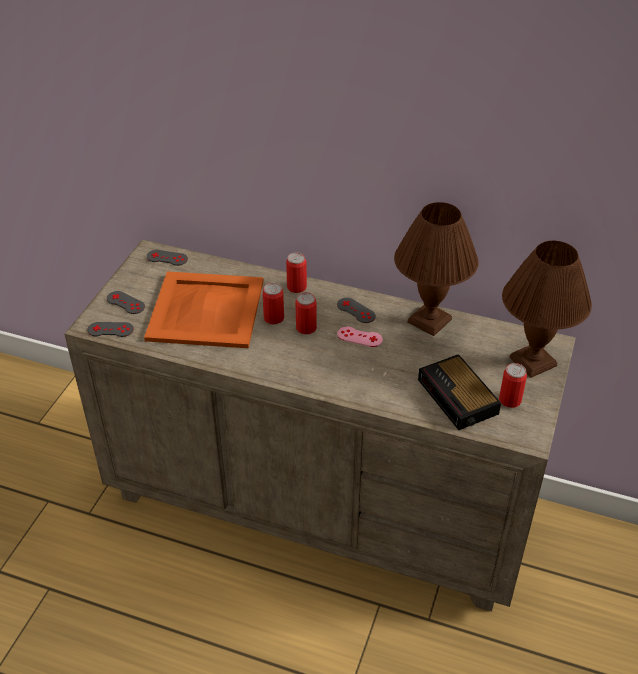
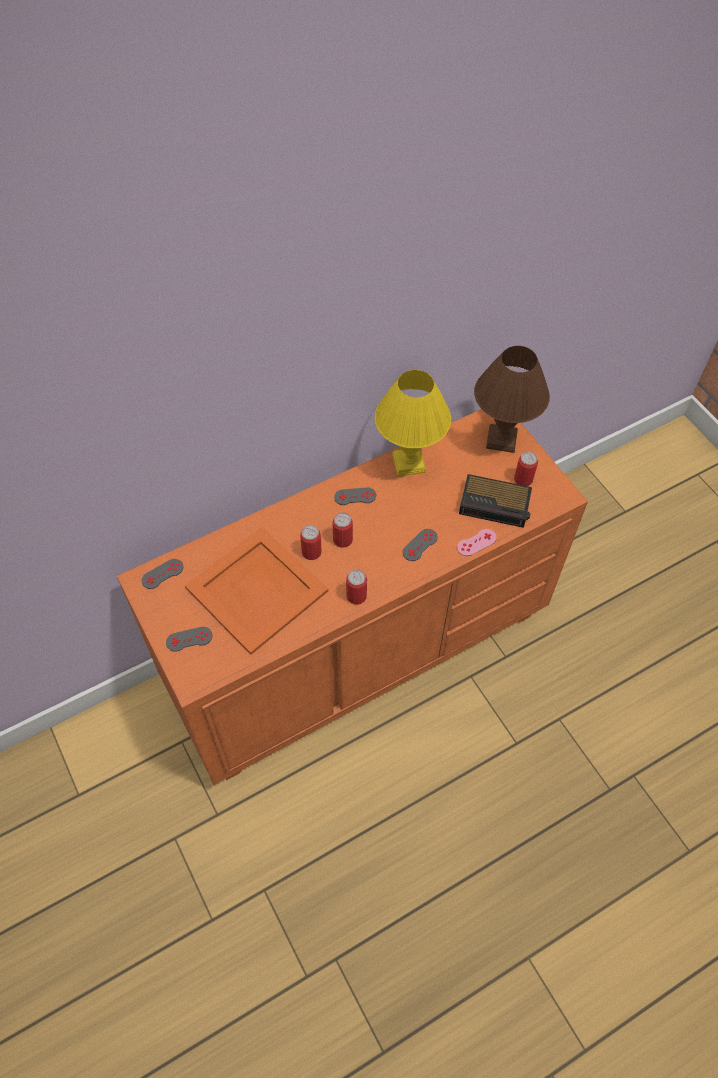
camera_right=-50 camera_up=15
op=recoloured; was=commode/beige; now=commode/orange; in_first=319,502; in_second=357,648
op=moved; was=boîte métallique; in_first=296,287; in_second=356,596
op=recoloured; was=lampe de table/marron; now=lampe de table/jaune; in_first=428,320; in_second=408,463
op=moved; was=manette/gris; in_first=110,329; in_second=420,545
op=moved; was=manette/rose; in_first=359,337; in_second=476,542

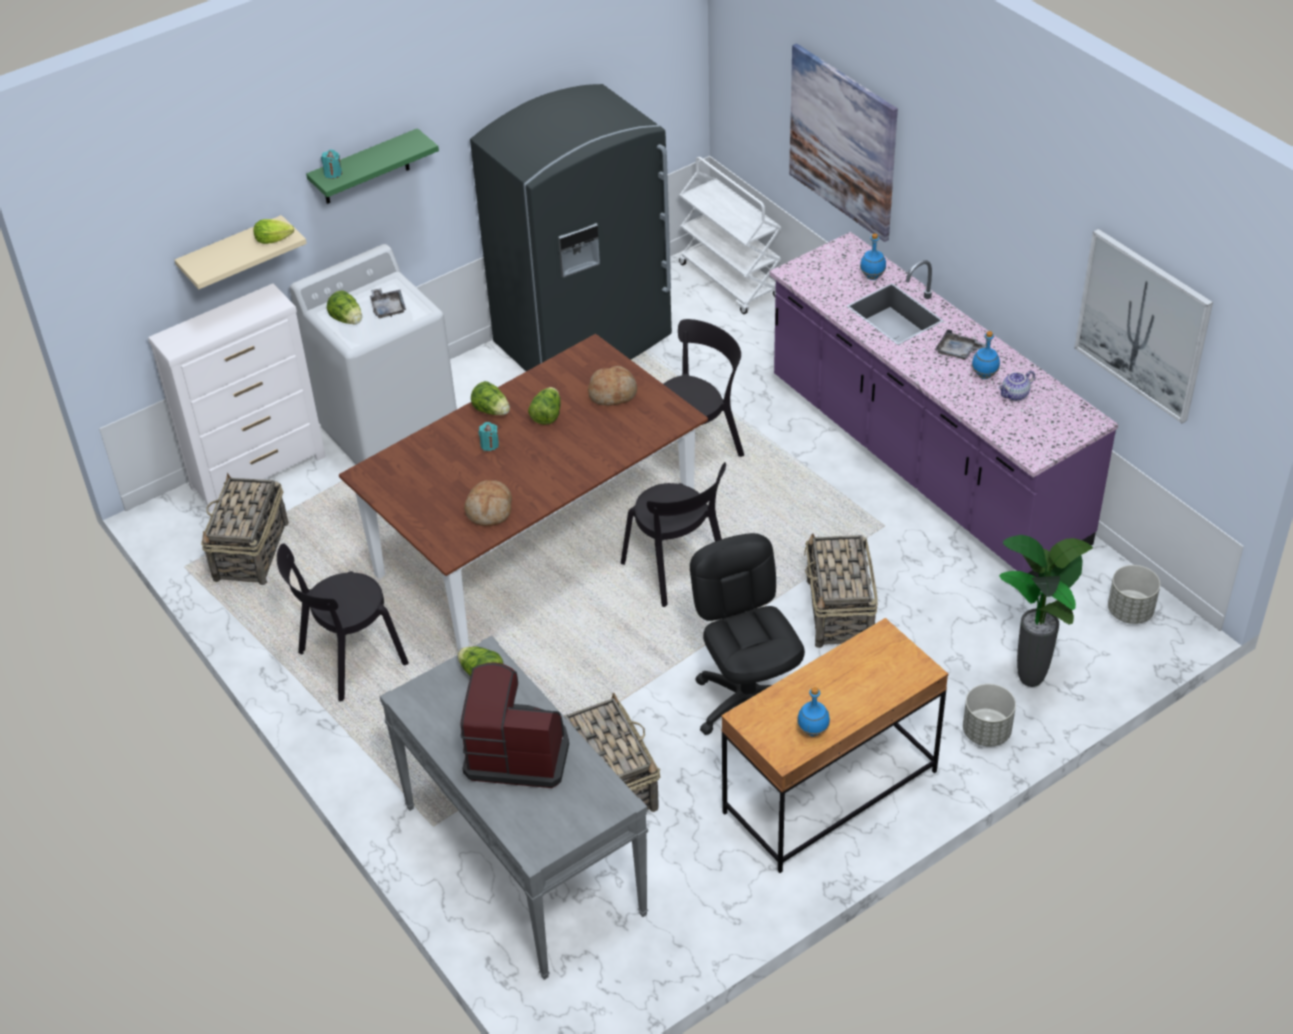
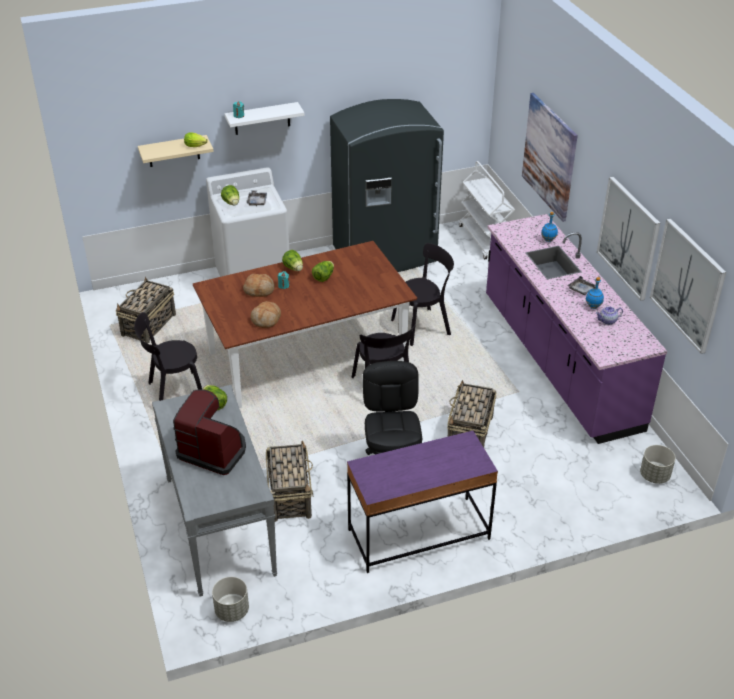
camera_right=15 camera_up=-5
op=moved; was=cache-pot/gris; in_first=986,732; in_second=231,611
op=recoloured; was=étagère/vert; now=étagère/blanc; in_first=365,168; in_second=262,118
op=moved; was=pain; in_first=613,393; in_second=259,290
op=recoloured; was=bureau/marron; now=bureau/violet; in_first=829,792; in_second=418,534
op=added; now=tableau; in_second=628,238
op=removed; was=commode/blanc; in_first=259,472
op=removed; was=bouteille/bleu; in_first=813,730
op=removed; was=plante en pot; in_first=1028,679

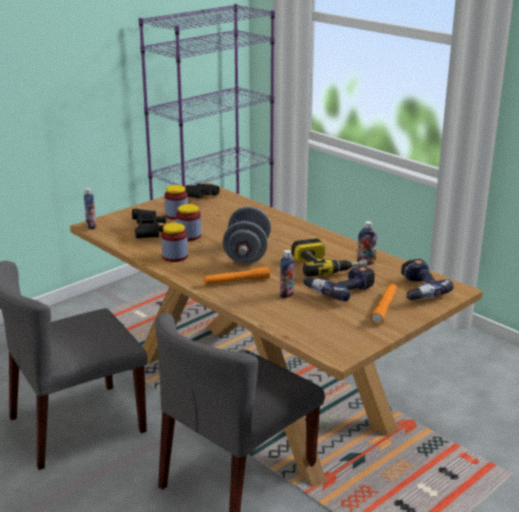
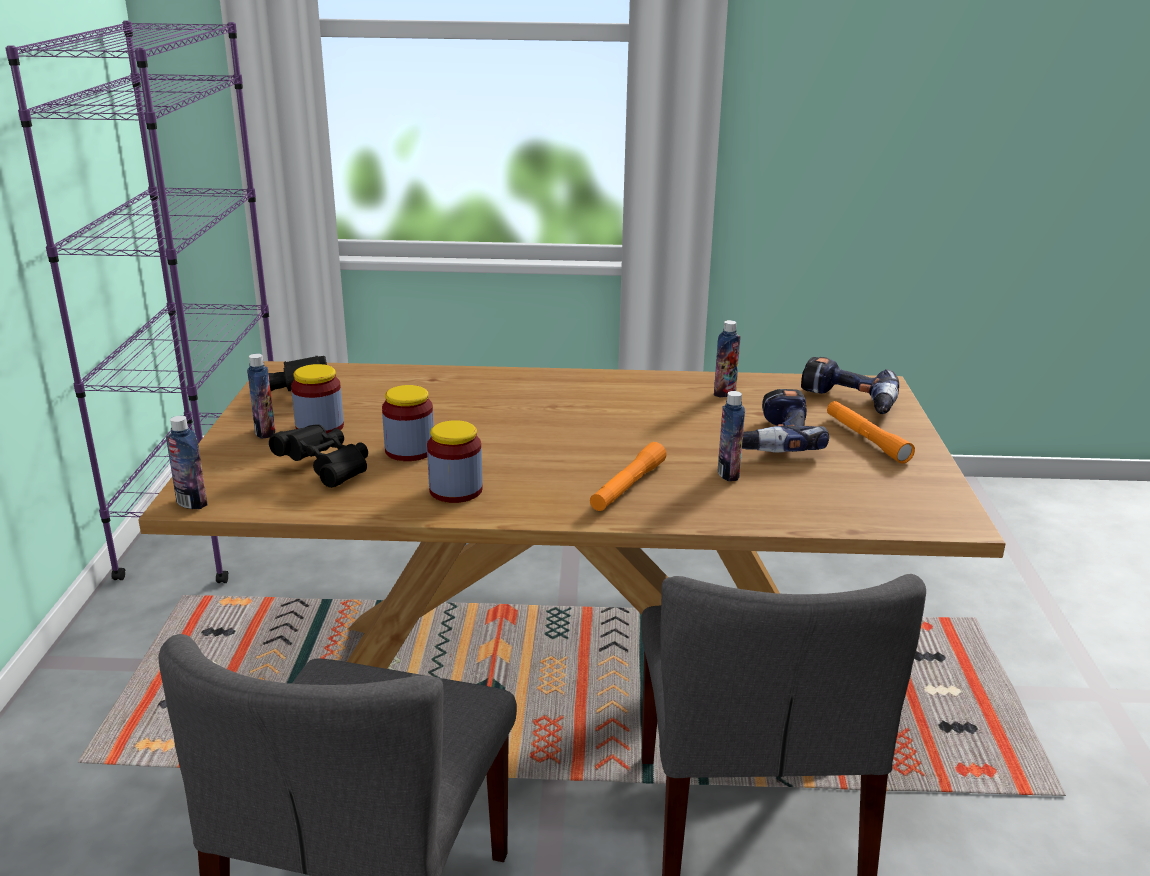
camera_right=-45 camera_up=0
op=added; now=bouteille; in_second=265,432
op=removed; was=haltère/gris; in_first=247,254
op=removed; was=perceuse; in_first=327,266

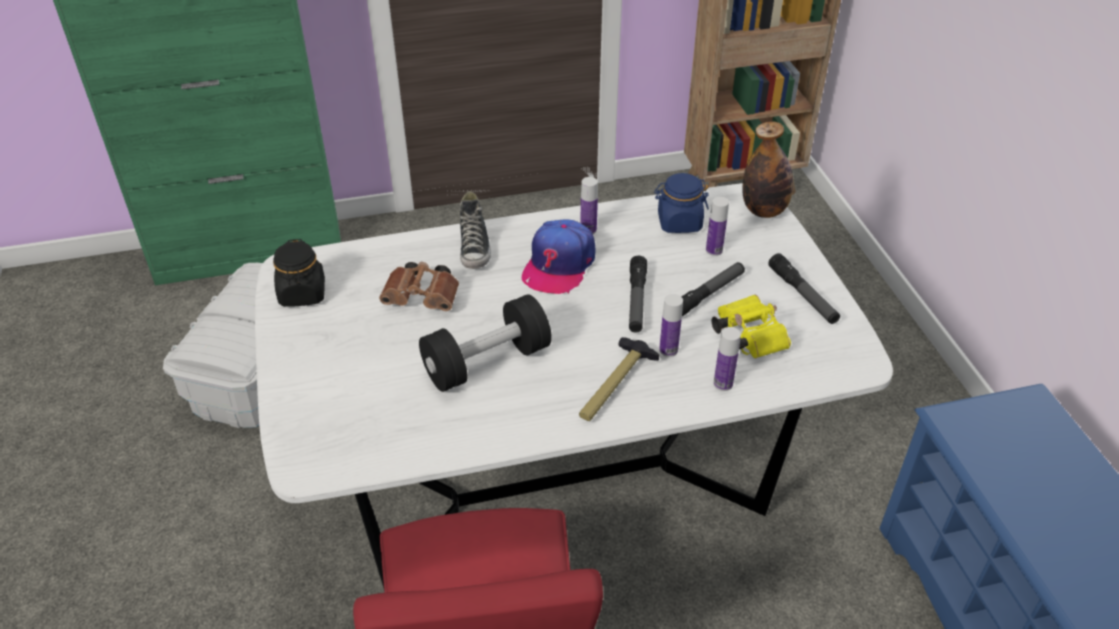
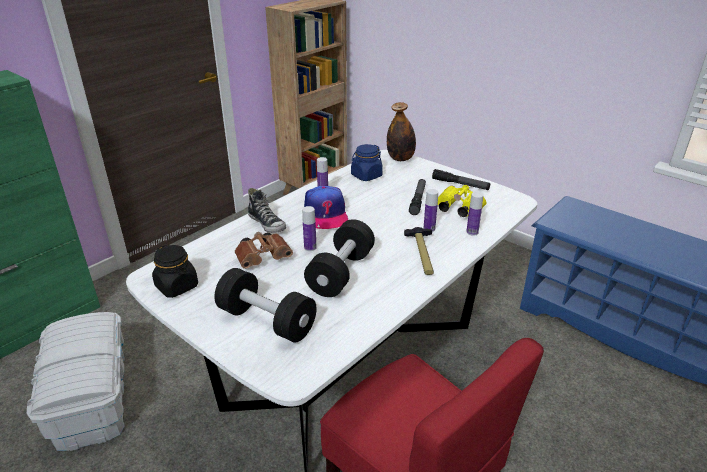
camera_right=-35 camera_up=-10
op=added; now=haltère/noir; in_second=267,321
op=moved; was=bouteille; in_first=714,250; in_second=310,247
op=removed; was=lampe de poche; in_first=636,300

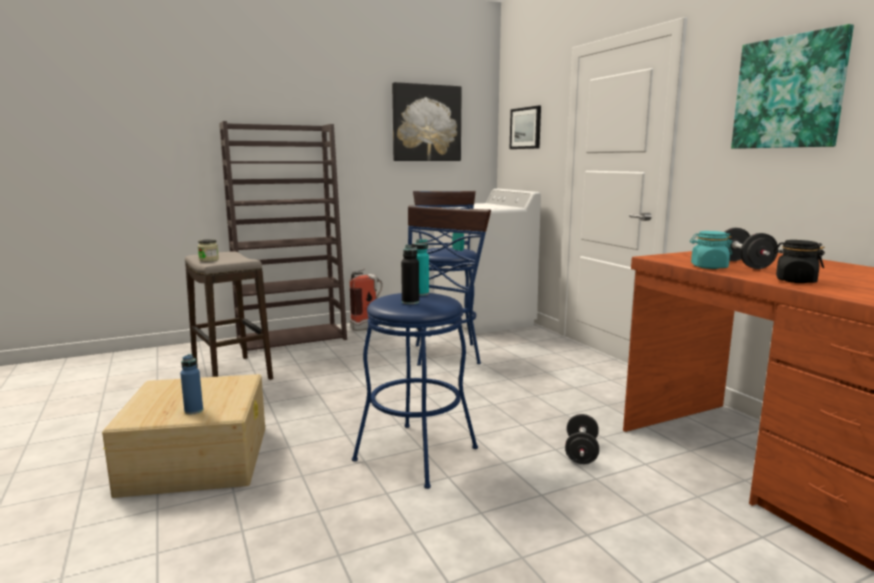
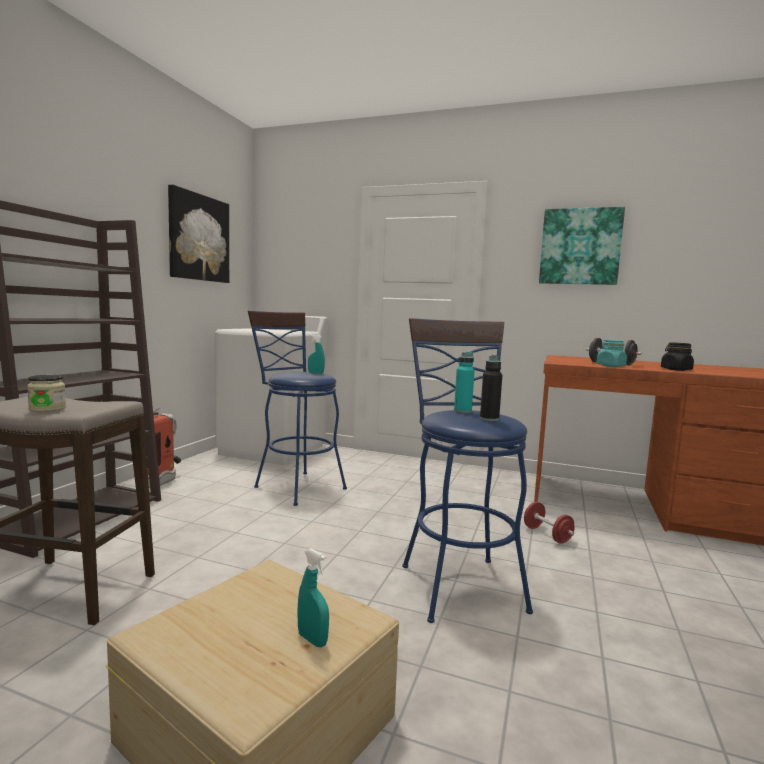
camera_right=-45 camera_up=-5
op=replaced; was=bouteille/bleu; now=vaporisateur/turquoise; in_first=193,411; in_second=312,639
op=recoloured; was=haltère/noir; now=haltère/rouge; in_first=581,452; in_second=547,535
op=removed; was=tableau; in_first=526,128

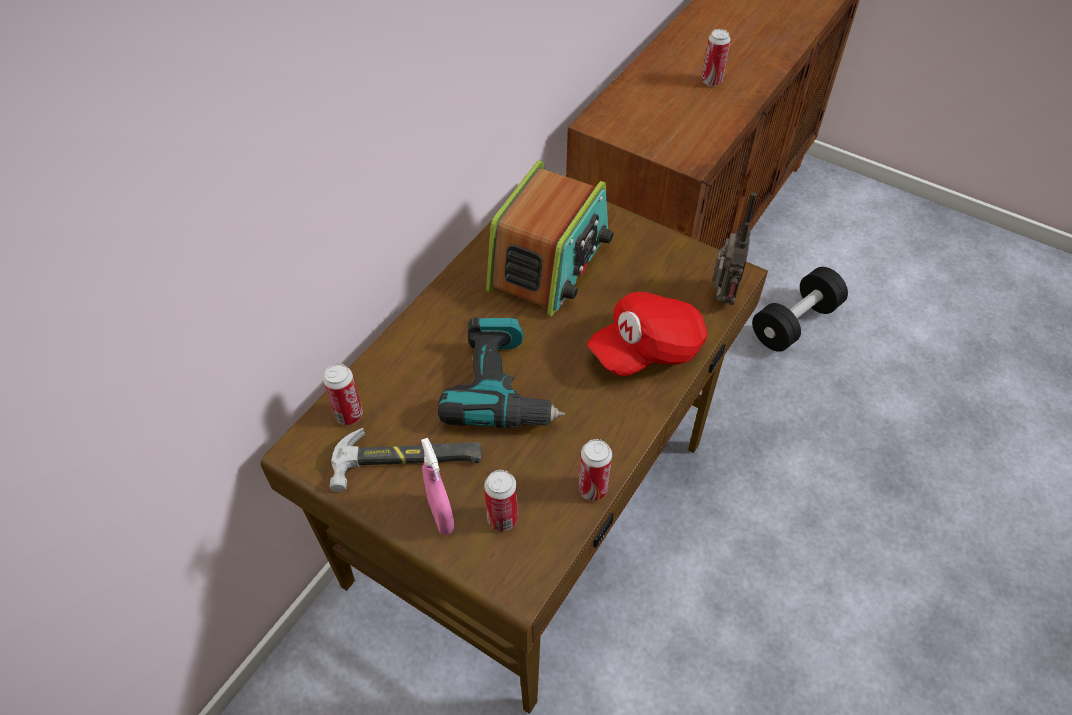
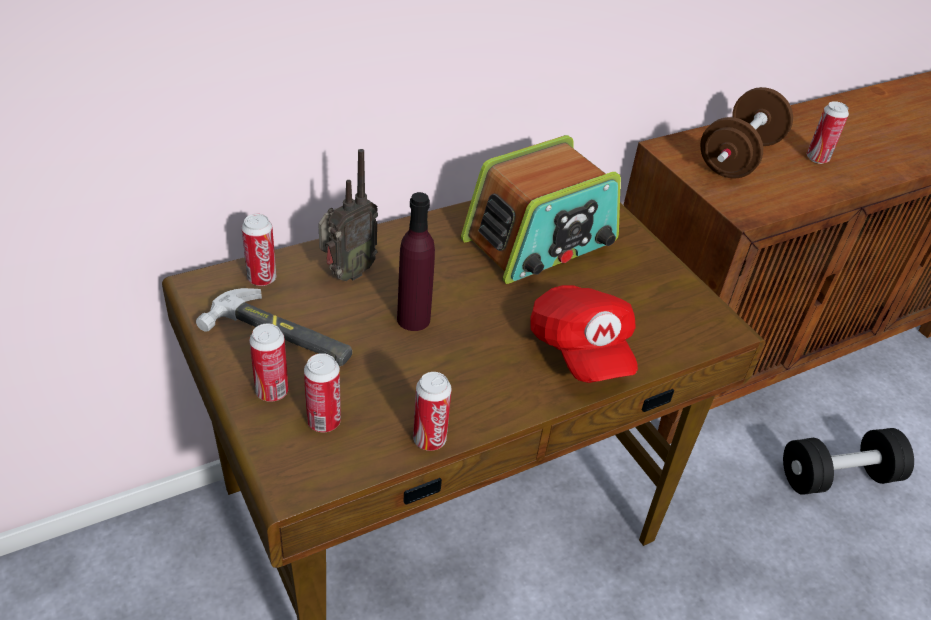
camera_right=25 camera_up=-10
op=replaced; was=vaporisateur/rose; now=boîte métallique; in_first=441,516; in_second=272,392
op=moved; was=radio; in_first=721,297; in_second=346,273
op=replaced; was=perceuse; now=bouteille/violet; in_first=503,388; in_second=413,319
op=turned; was=casquette/rouge; in_first=647,349; in_second=580,350; clockwise=-105
op=added; now=haltère/marron; in_second=738,158

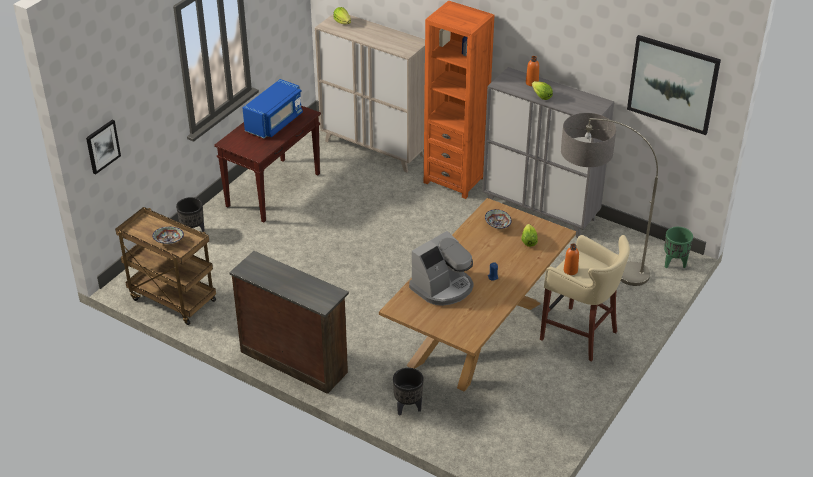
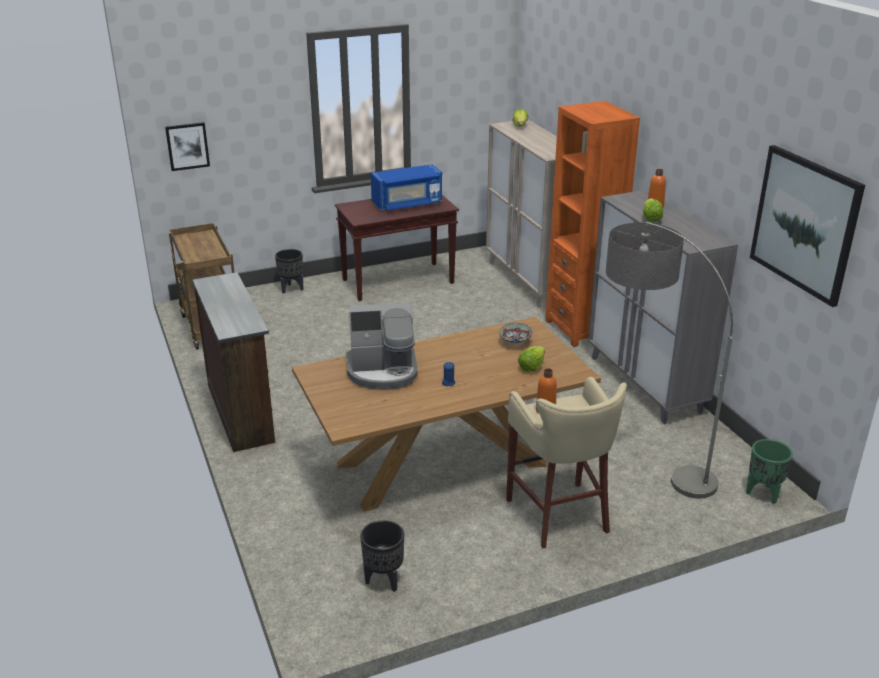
camera_right=35 camera_up=-10
op=moved; was=cache-pot/noir; in_first=407,408; in_second=383,580
op=removed; was=bol; in_first=169,241

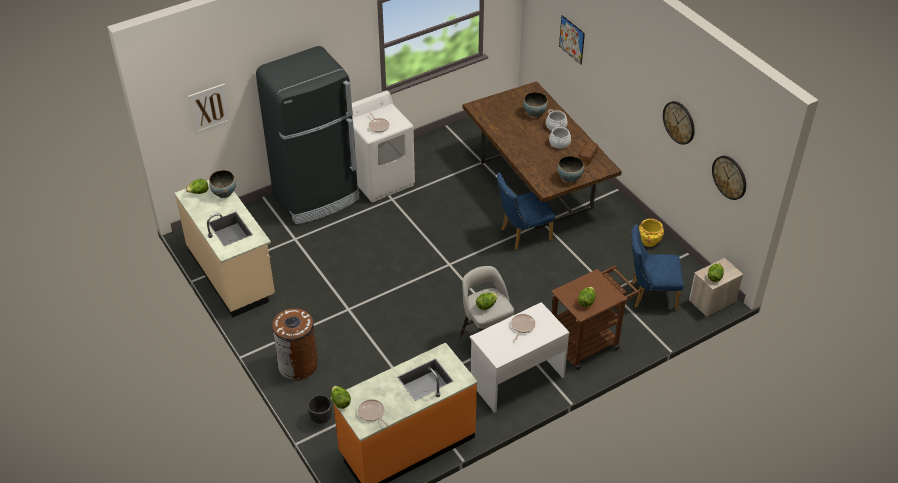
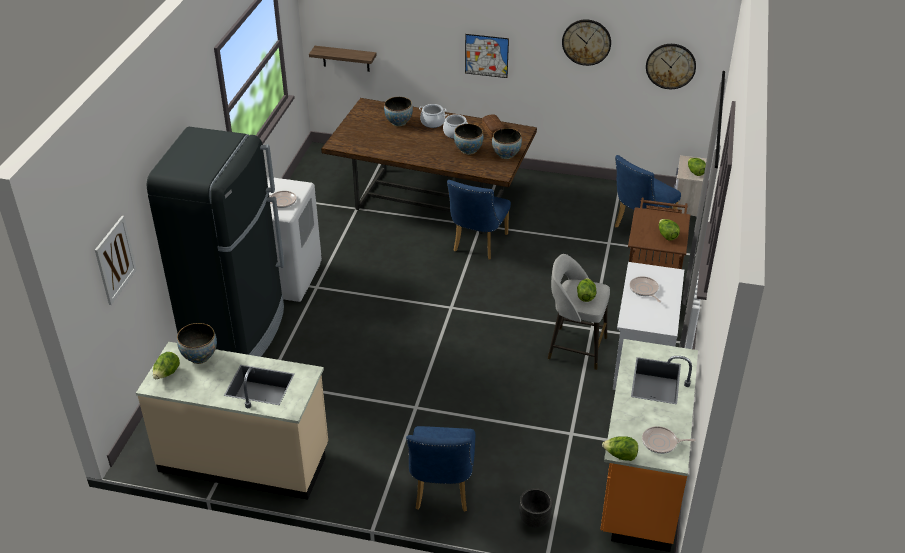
camera_right=-45 camera_up=-5
op=added; now=étagère; in_second=346,58
op=replaced; was=poubelle/marron; now=chaise/bleu; in_first=298,365; in_second=441,491
op=added; now=bol; in_second=468,150
op=moved; was=tableau; in_first=572,39; in_second=486,55
op=removed; was=cache-pot/jaune; in_first=649,241

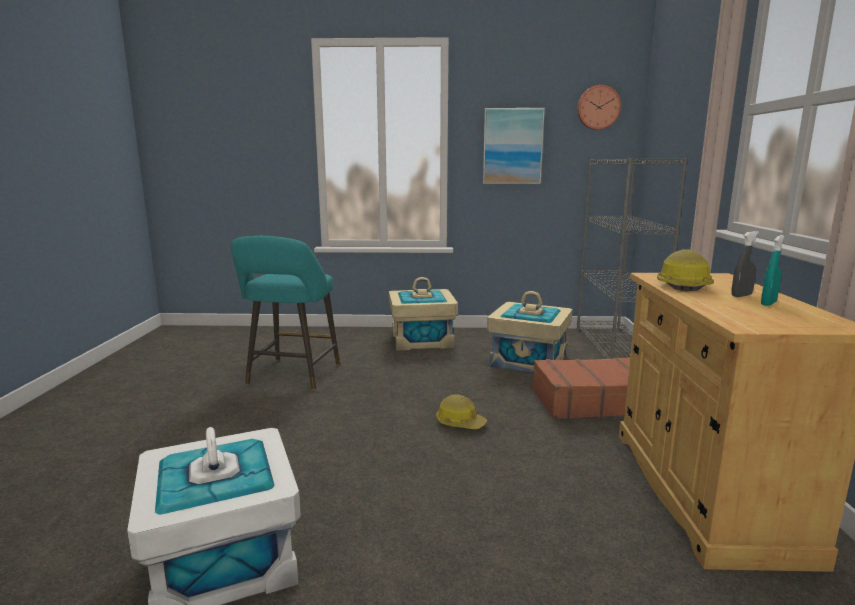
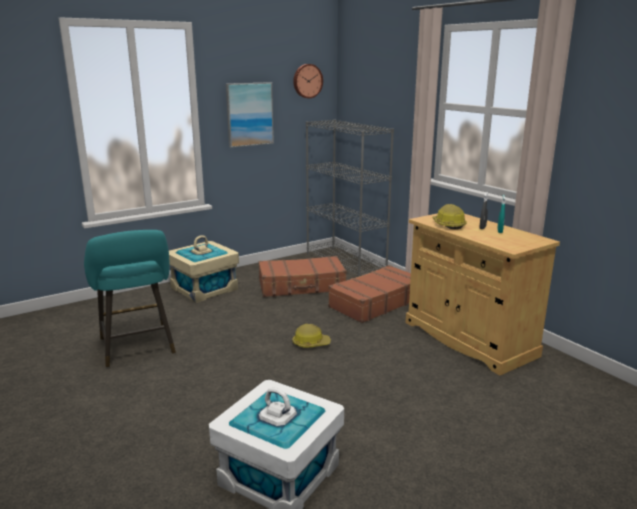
camera_right=-35 camera_up=5
op=replaced; was=boîte de rangement/beige; now=valise/marron; in_first=528,360; in_second=302,286

